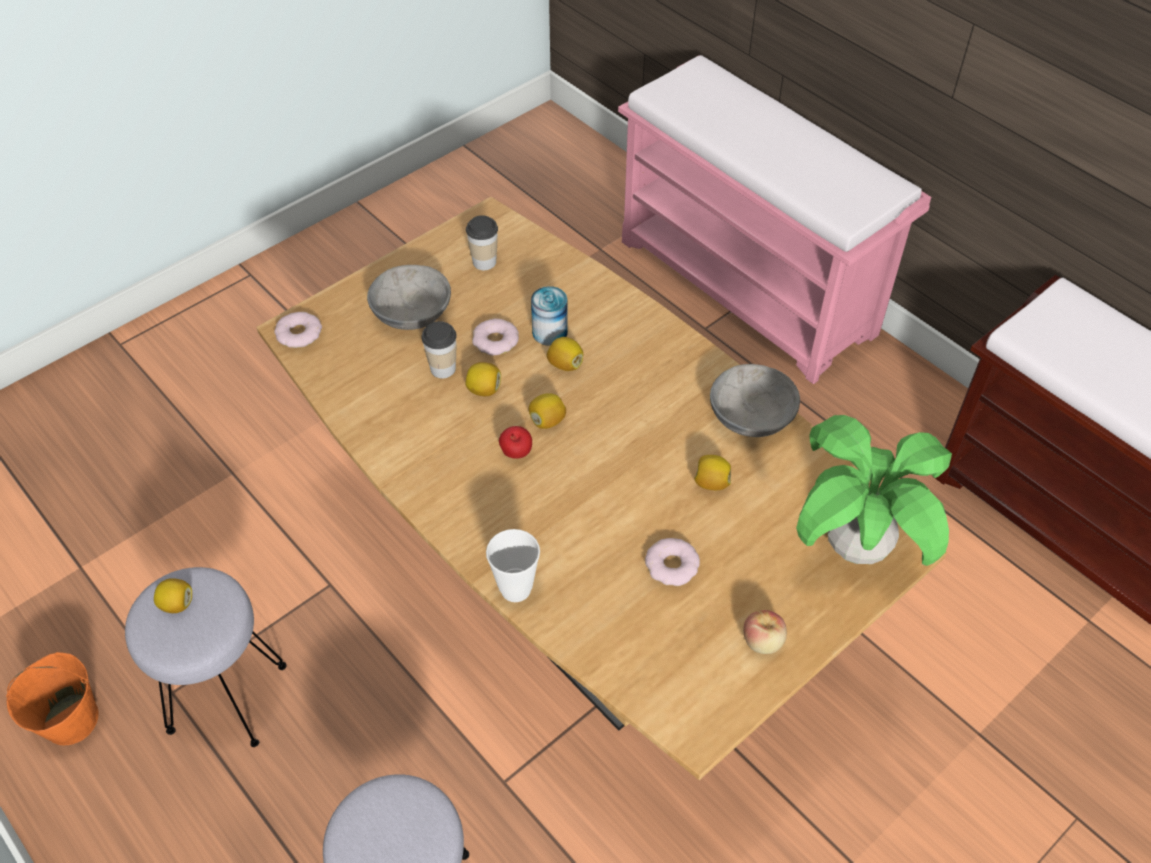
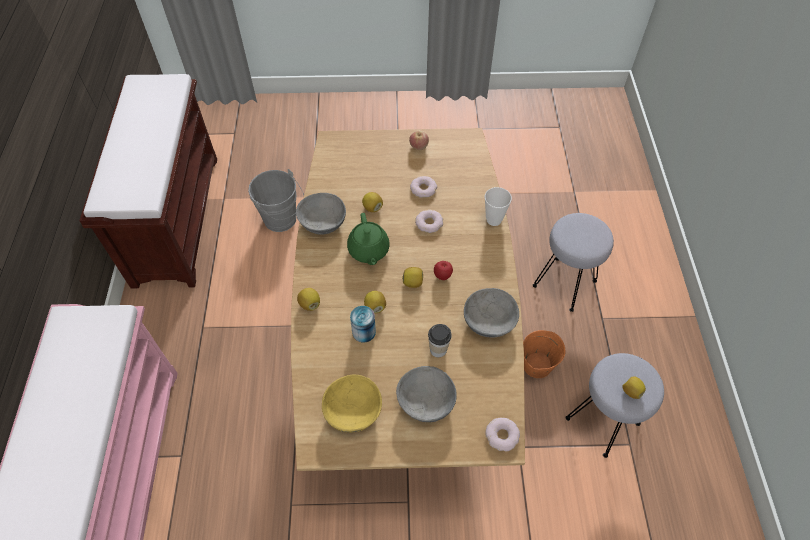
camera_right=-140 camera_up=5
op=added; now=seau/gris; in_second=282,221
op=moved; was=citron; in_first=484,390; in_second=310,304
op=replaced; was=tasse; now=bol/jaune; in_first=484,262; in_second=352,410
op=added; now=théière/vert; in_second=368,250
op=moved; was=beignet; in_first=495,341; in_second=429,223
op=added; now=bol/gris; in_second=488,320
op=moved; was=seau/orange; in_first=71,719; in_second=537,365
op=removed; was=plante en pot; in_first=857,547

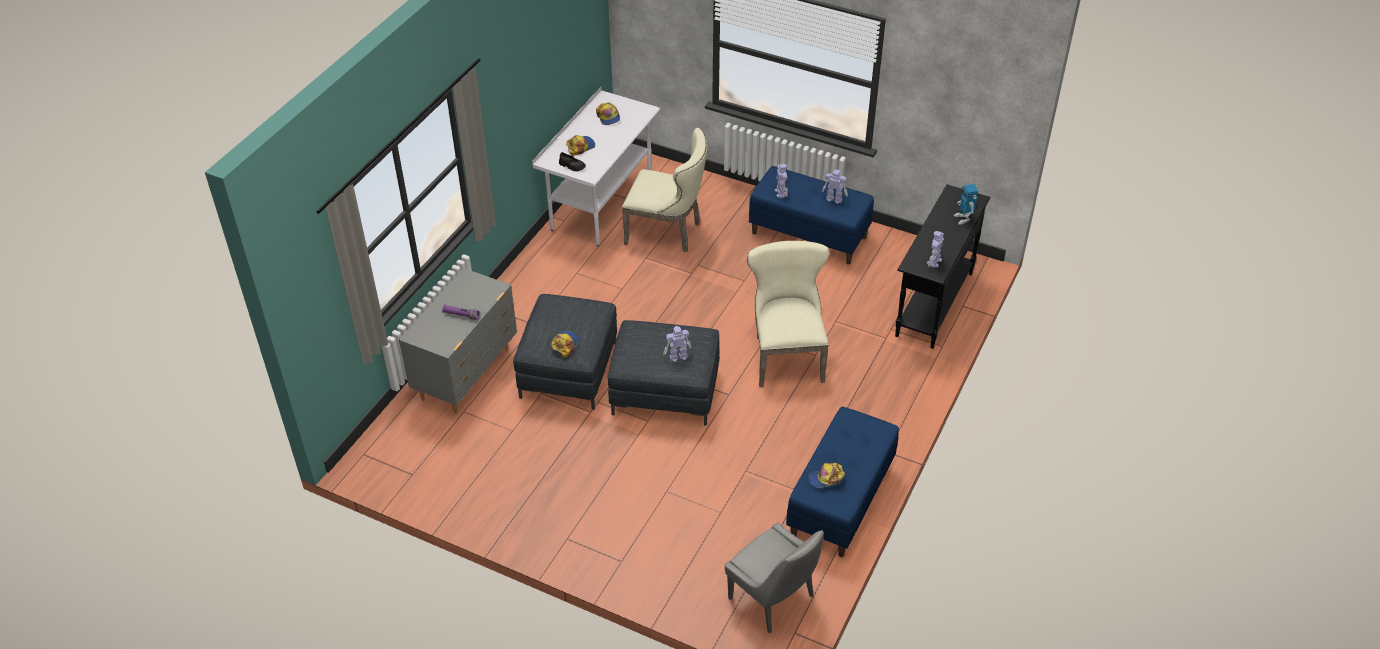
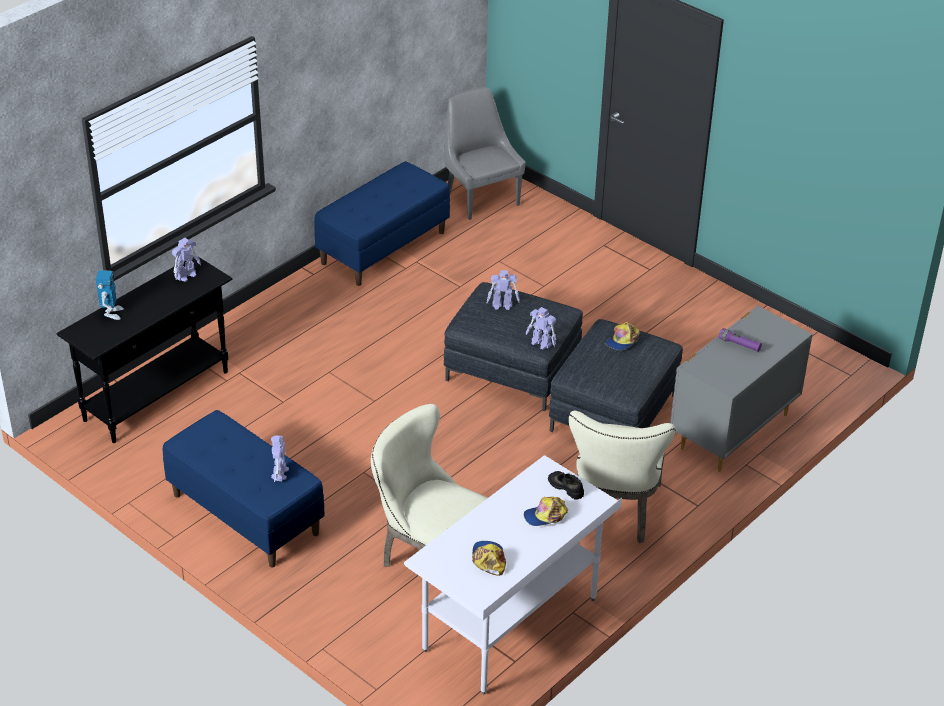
camera_right=-165 camera_up=-5
op=moved; was=robot jouet; in_first=833,199; in_second=541,343
op=moved; was=chaise/beige; in_first=786,355; in_second=615,513
op=removed; was=casquette; in_first=826,478

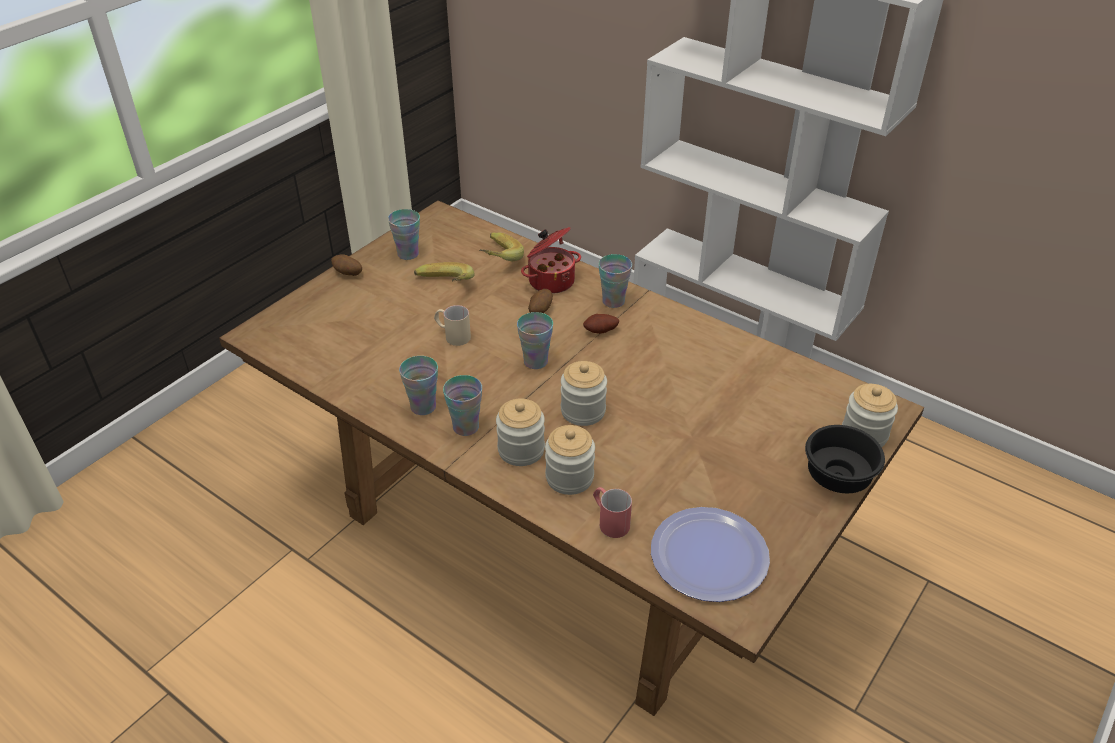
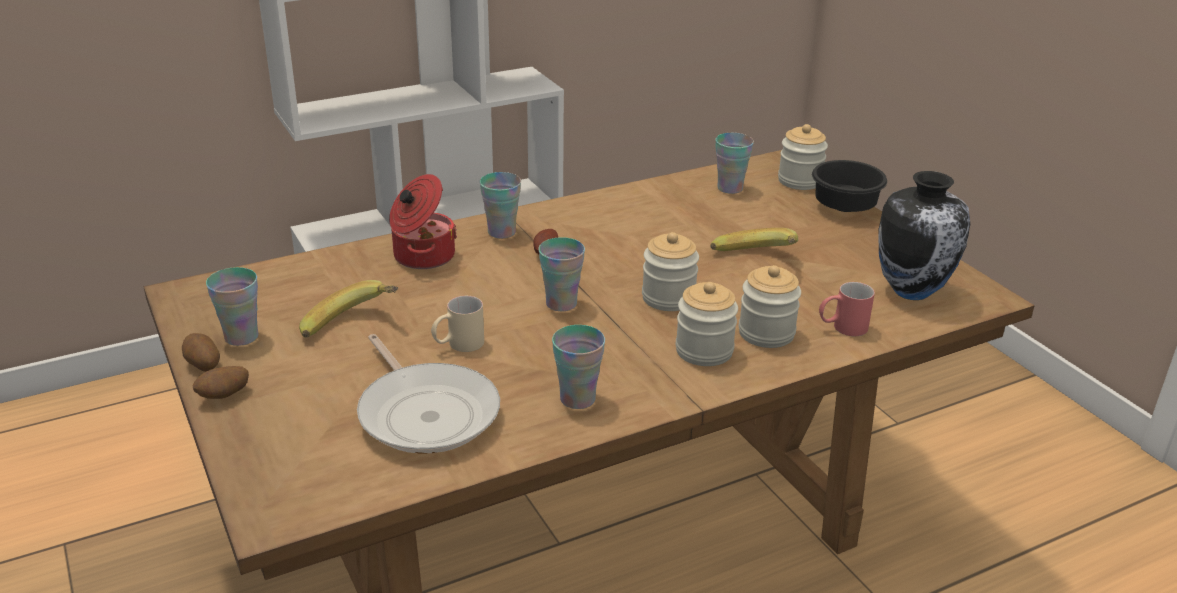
camera_right=-65 camera_up=-10
op=moved; was=pomme de terre; in_first=540,311; in_second=203,365
op=added; now=poêle; in_second=426,412
op=moved; was=banane; in_first=496,259; in_second=756,261
op=moved; was=tasse; in_first=466,427; in_second=730,188
op=replaced; was=assiette; now=vase; in_first=709,556; in_second=912,291

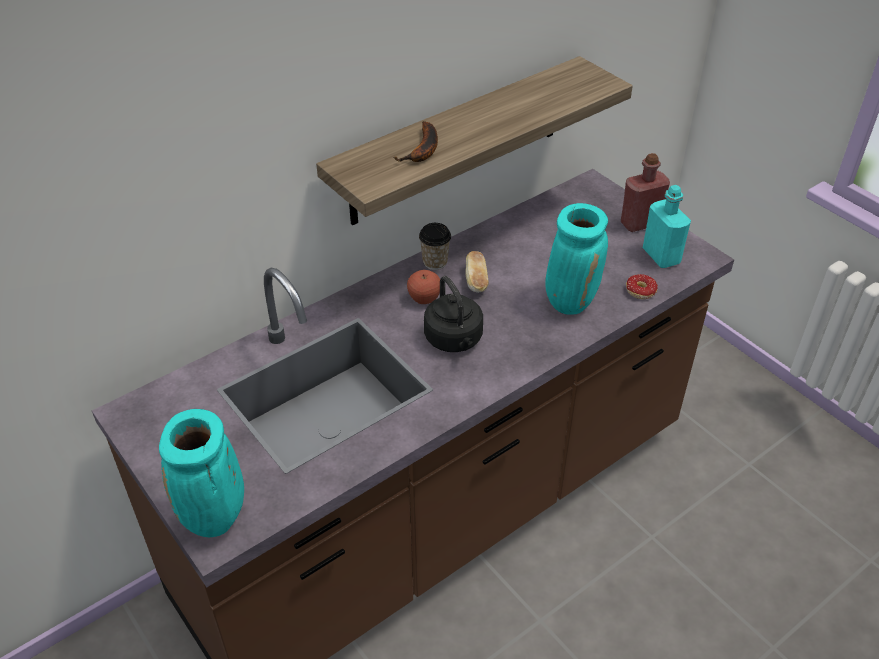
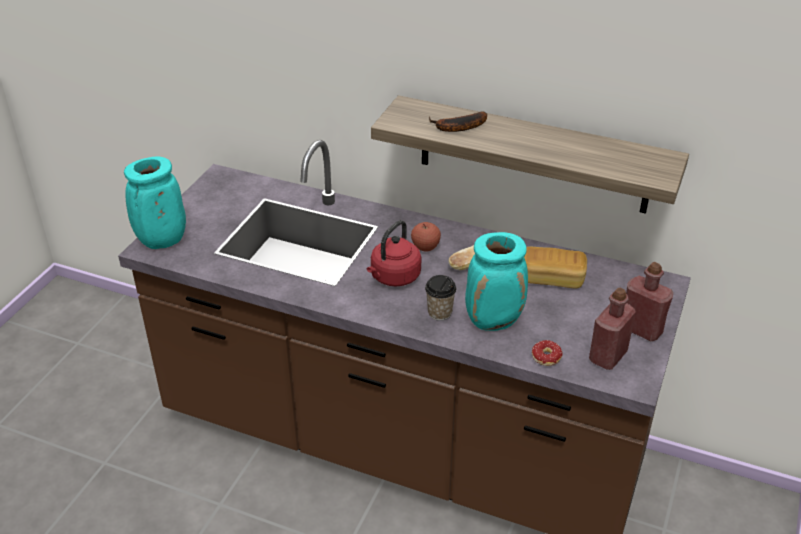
camera_right=60 camera_up=-5
op=recoloured; was=bouilloire/noir; now=bouilloire/rouge; in_first=454,340; in_second=393,277
op=moved; was=tasse; in_first=435,262; in_second=439,313
op=added; now=pain; in_second=552,279
op=recoloured; was=bouteille/turquoise; now=bouteille/rouge; in_first=661,256; in_second=608,356

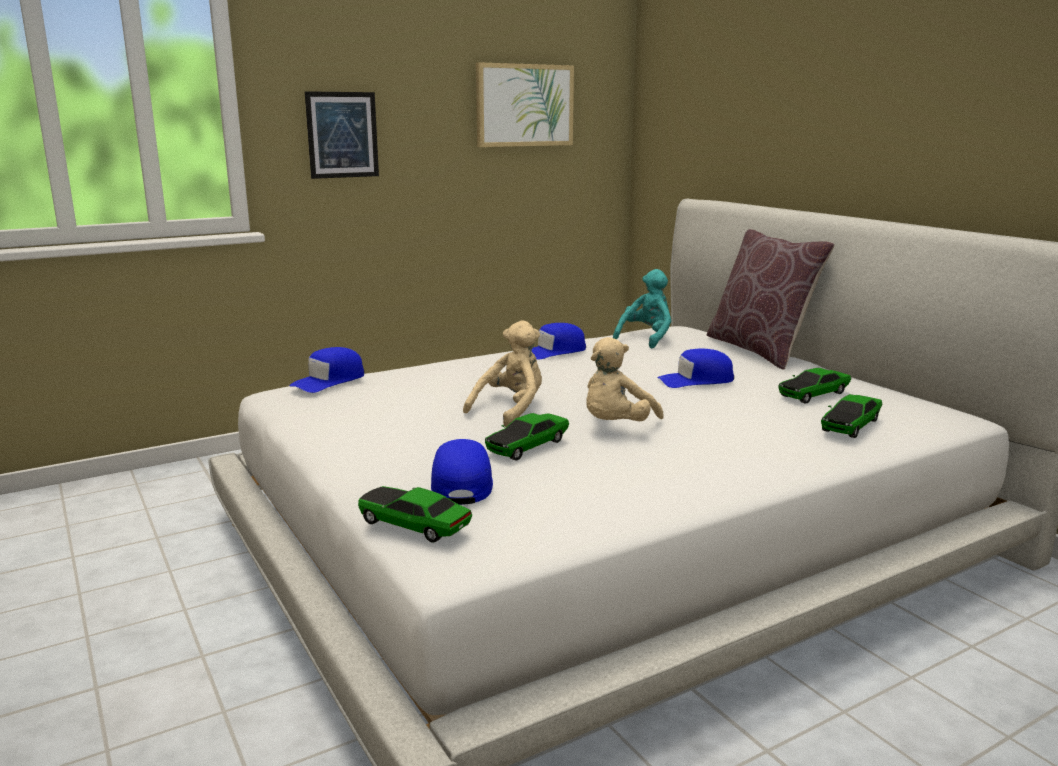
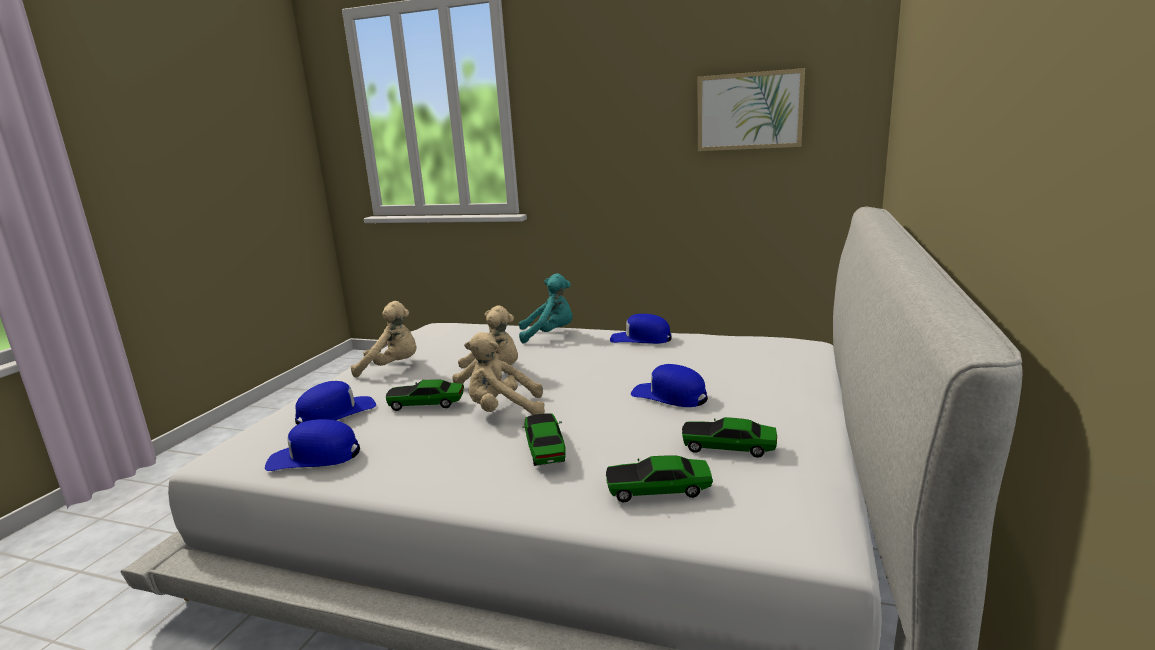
camera_right=50 camera_up=0
op=moved; was=casquette/bleu; in_first=329,381; in_second=314,457
op=added; now=peluche/beige; in_second=392,367
op=moved; was=peluche/turquoise; in_first=646,338; in_second=549,335
op=moved; was=petite voiture; in_first=414,525; in_second=545,449
op=removed; was=tableau; in_first=342,135
op=removed; was=coussin/marron; in_first=760,350

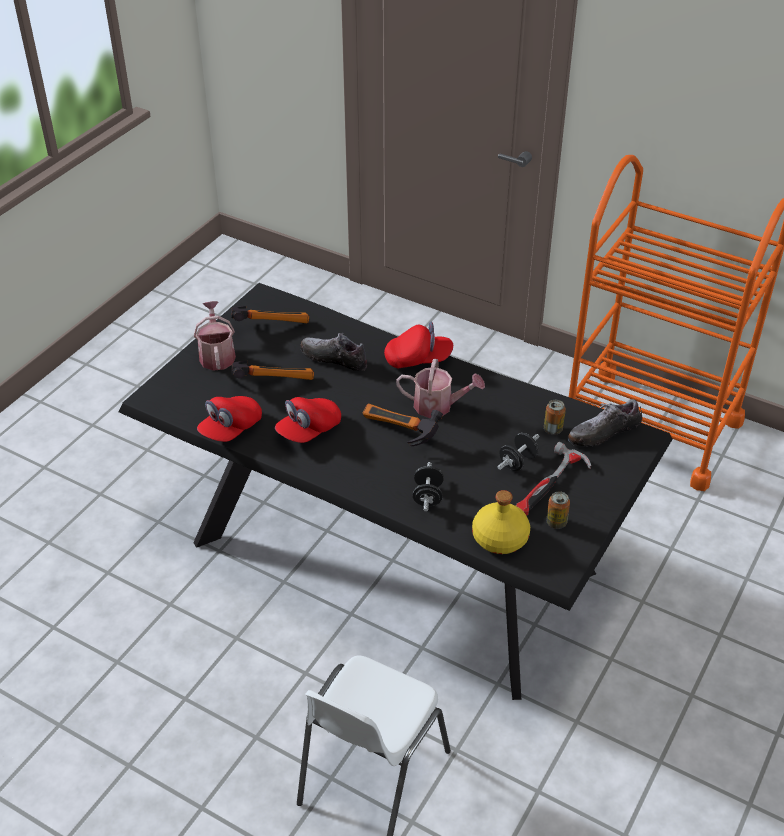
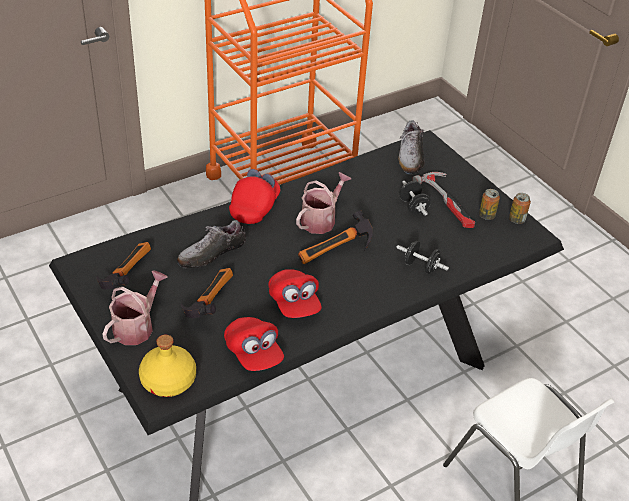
camera_right=-65 camera_up=0
op=turned; was=arrosoir; in_first=217,355; in_second=137,326; clockwise=105
op=moved; was=bouteille/jaune; in_first=499,538; in_second=168,380
op=moved; was=boîte métallique; in_first=553,429; in_second=517,219

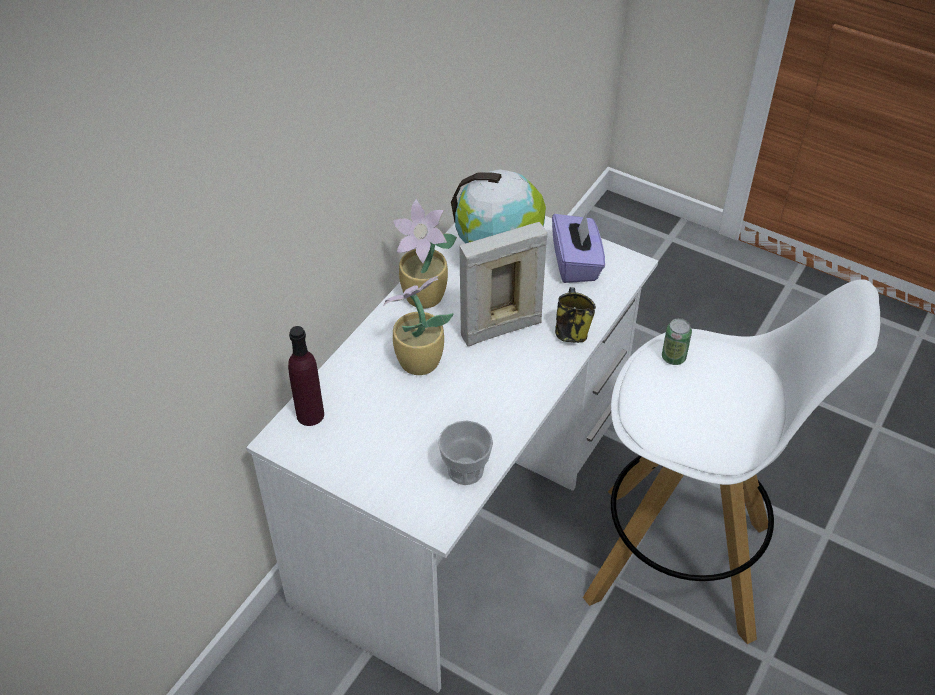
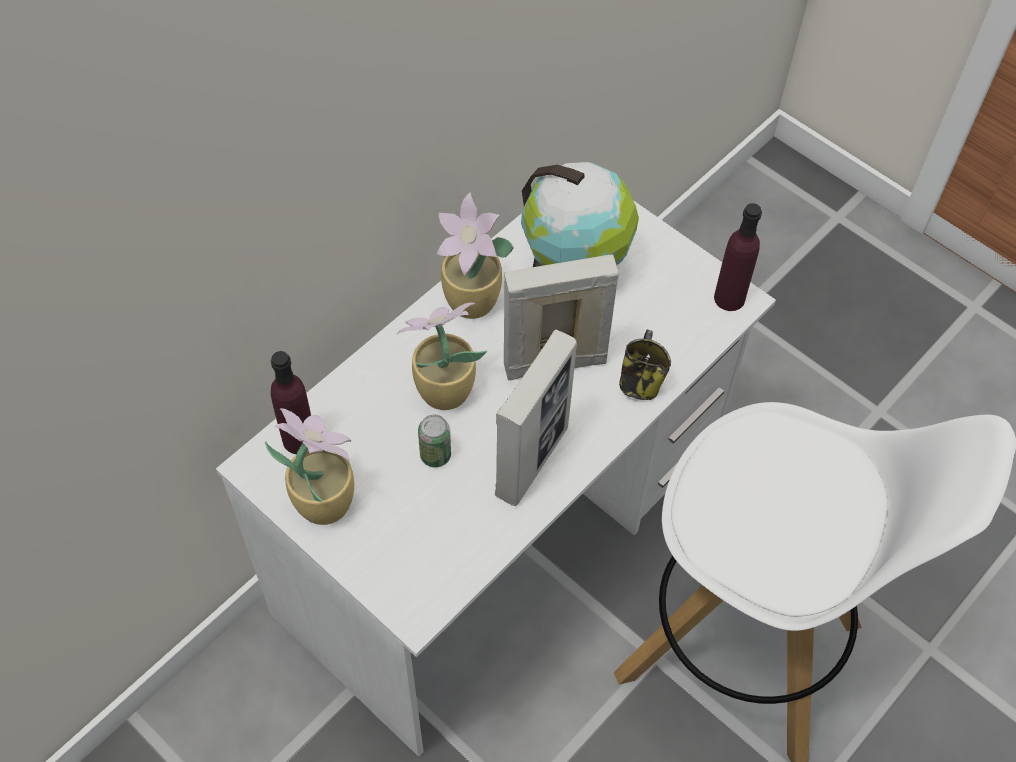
camera_right=10 camera_up=10
op=added; now=plante en pot; in_second=323,500
op=moved; was=boîte métallique; in_first=673,357; in_second=435,455
op=added; now=cadre photo; in_second=532,461
op=added; now=bouteille/violet; in_second=729,298
op=removed; was=tasse; in_first=465,470
op=removed; was=boîte à mouchoirs/violet; in_first=576,263

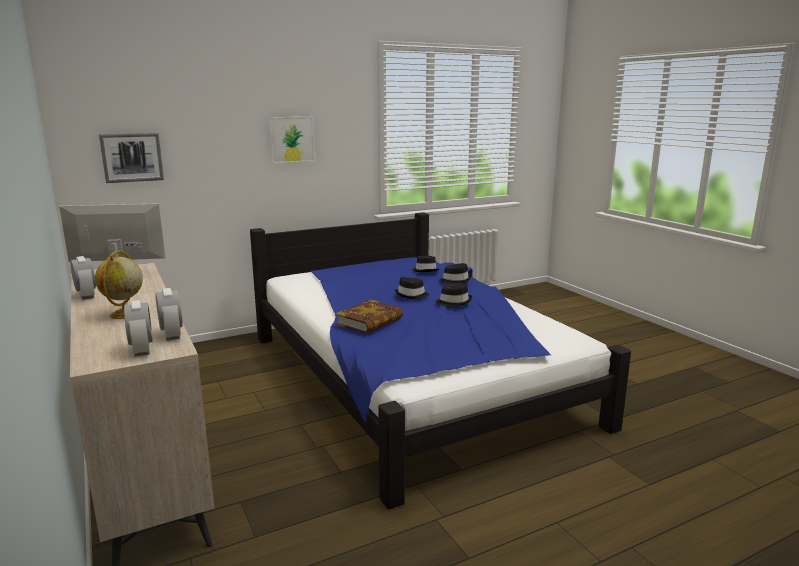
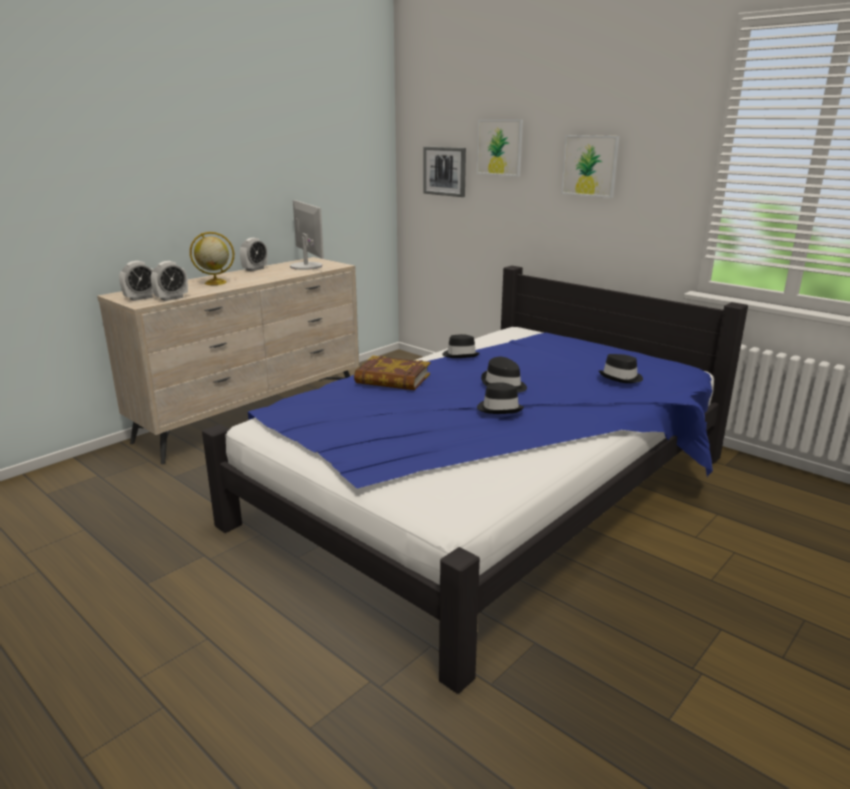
camera_right=70 camera_up=5
op=moved; was=chapeau/noir; in_first=455,280; in_second=460,355
op=added; now=tableau; in_second=500,147

